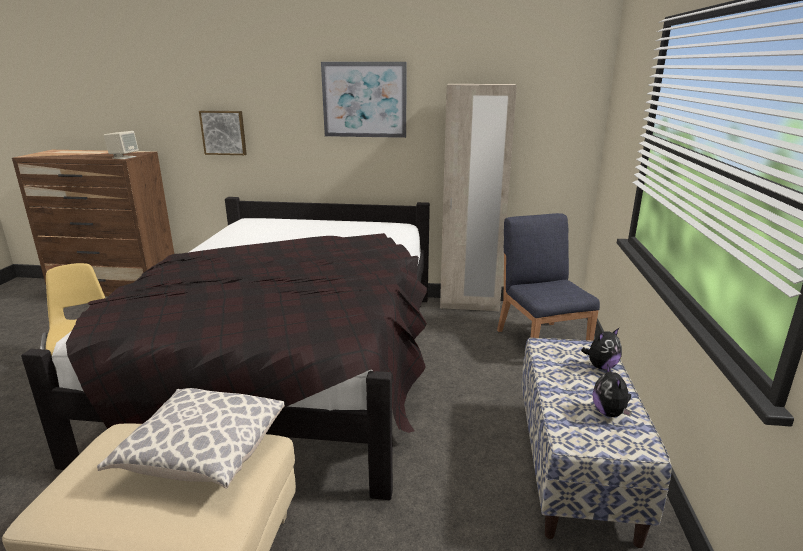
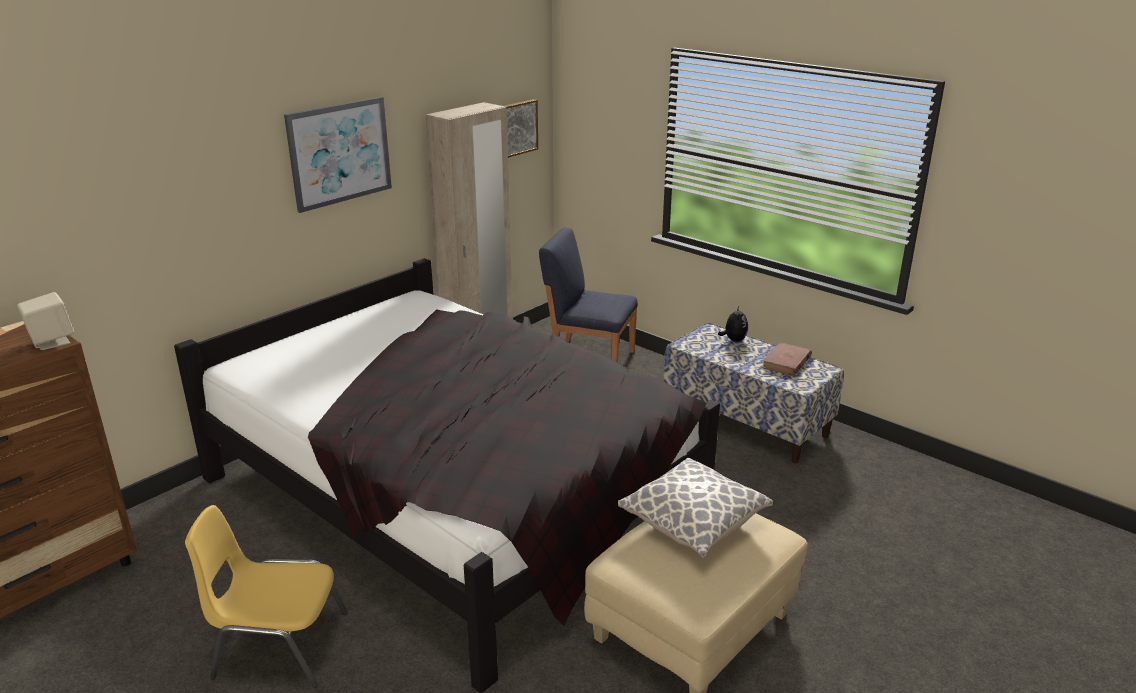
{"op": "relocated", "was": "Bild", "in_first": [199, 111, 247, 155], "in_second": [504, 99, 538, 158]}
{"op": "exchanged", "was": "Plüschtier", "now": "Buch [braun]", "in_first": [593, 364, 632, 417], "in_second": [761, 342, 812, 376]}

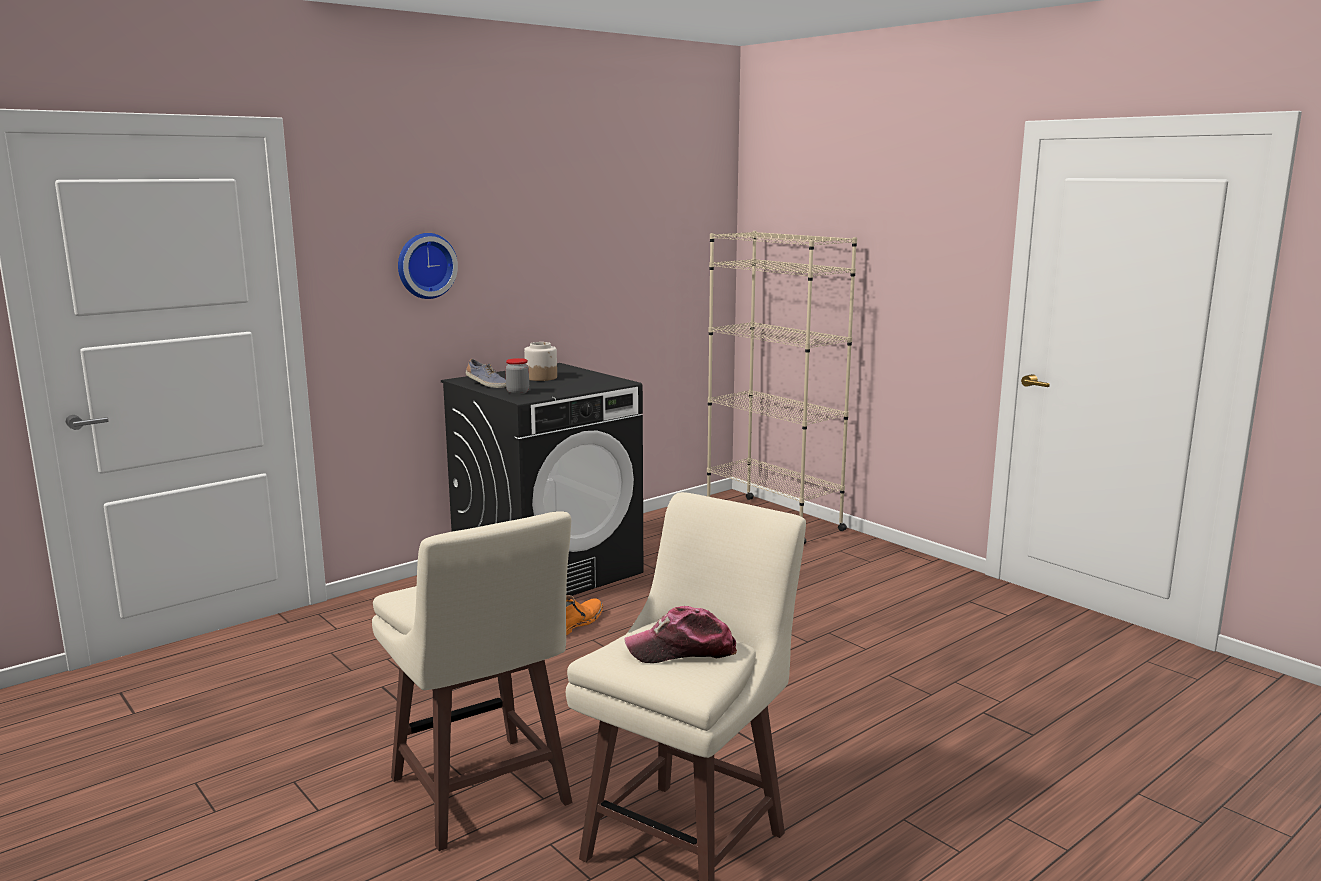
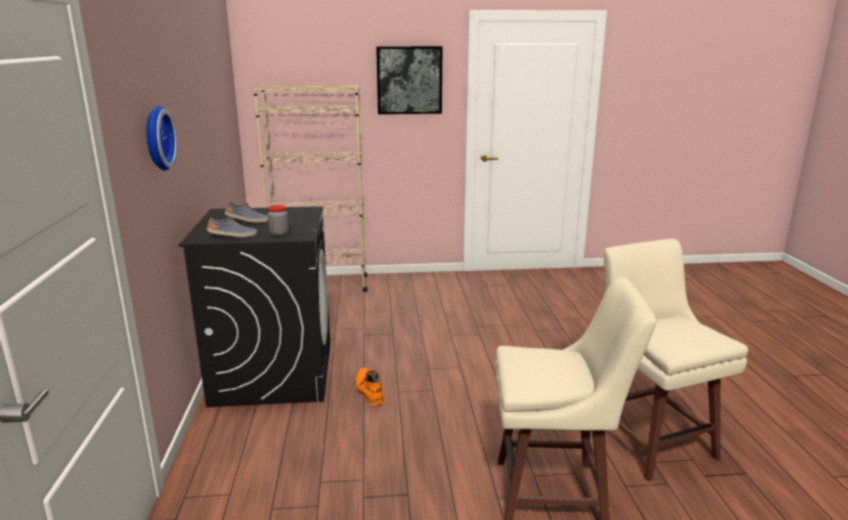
{"op": "exchanged", "was": "Vorratsglas", "now": "Schuh", "in_first": [524, 342, 557, 381], "in_second": [225, 202, 268, 223]}
{"op": "missing", "was": "Kappe", "in_first": [624, 606, 737, 663]}
{"op": "appeared", "now": "Bild", "in_second": [376, 46, 443, 114]}

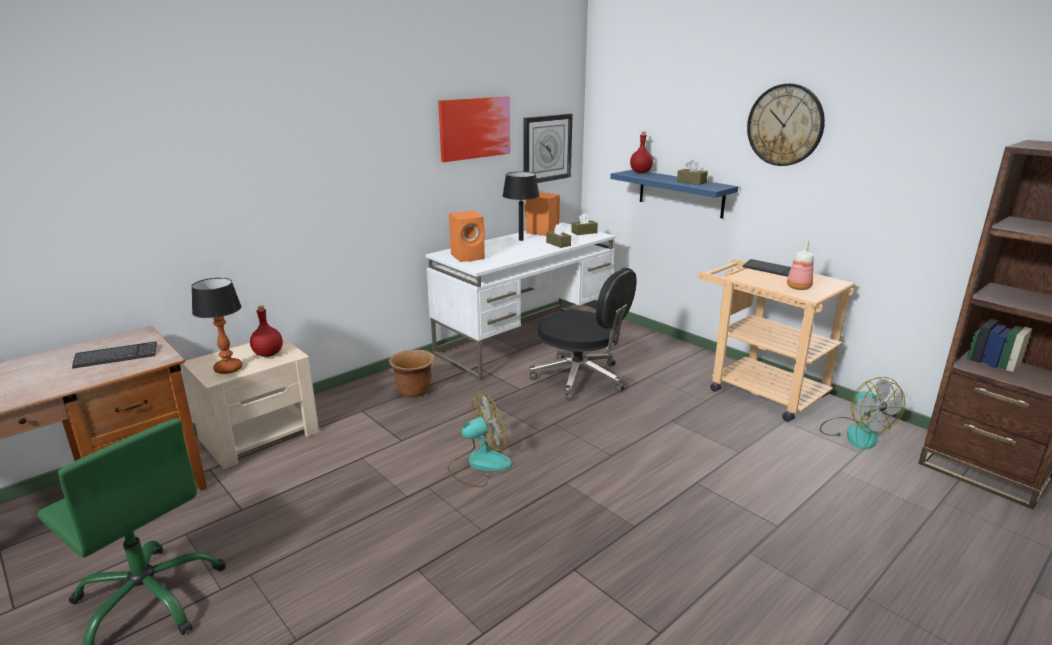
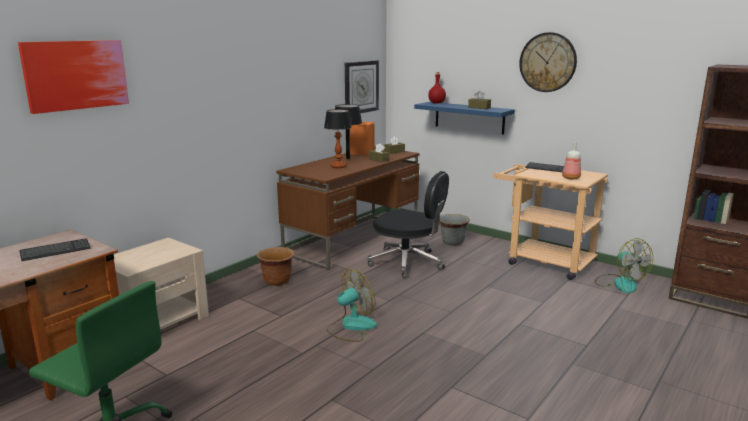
{"op": "relocated", "was": "Tischlampe", "in_first": [191, 278, 243, 374], "in_second": [324, 109, 352, 168]}
{"op": "missing", "was": "Flasche [rot]", "in_first": [250, 305, 283, 357]}
{"op": "colour", "was": "Schreibtisch [weiß]", "now": "Schreibtisch [braun]", "in_first": [426, 222, 615, 380], "in_second": [276, 146, 420, 270]}
{"op": "relocated", "was": "Bild", "in_first": [438, 96, 510, 162], "in_second": [18, 40, 129, 114]}
{"op": "missing", "was": "Lautsprecher [orange]", "in_first": [449, 211, 485, 262]}
{"op": "appeared", "now": "Pflanzkübel [grau]", "in_second": [439, 214, 470, 246]}

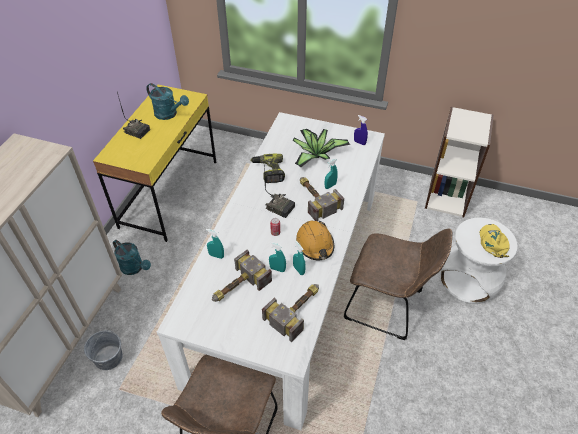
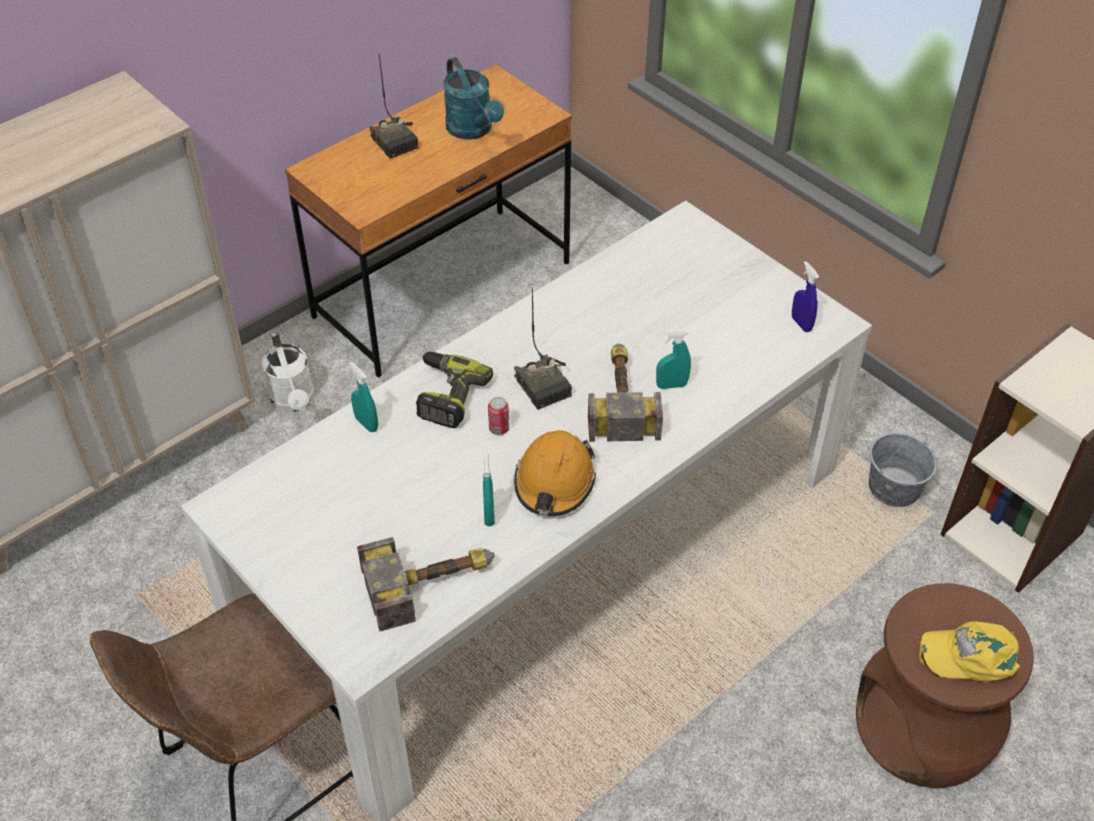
{"op": "relocated", "was": "Eimer [grau]", "in_first": [84, 330, 123, 370], "in_second": [869, 433, 937, 507]}
{"op": "colour", "was": "Schreibtisch [gelb]", "now": "Schreibtisch [braun]", "in_first": [93, 85, 216, 242], "in_second": [285, 64, 572, 378]}
{"op": "colour", "was": "Gießkanne [türkis]", "now": "Gießkanne [weiß]", "in_first": [113, 240, 151, 275], "in_second": [262, 332, 315, 412]}
{"op": "missing", "was": "Hammer", "in_first": [212, 250, 272, 302]}
{"op": "relocated", "was": "Bohrmaschine", "in_first": [250, 154, 285, 183], "in_second": [416, 352, 493, 428]}
{"op": "missing", "was": "Sprühflasche [türkis]", "in_first": [269, 242, 286, 272]}
{"op": "missing", "was": "Topfpflanze", "in_first": [292, 129, 350, 167]}
{"op": "missing", "was": "Stuhl [braun]", "in_first": [344, 229, 452, 340]}
{"op": "colour", "was": "Hocker [weiß]", "now": "Hocker [braun]", "in_first": [441, 218, 518, 304], "in_second": [856, 583, 1034, 788]}
{"op": "spun", "was": "Kappe [gelb]", "in_first": [479, 224, 510, 258], "in_second": [919, 621, 1020, 682], "clockwise": -120}

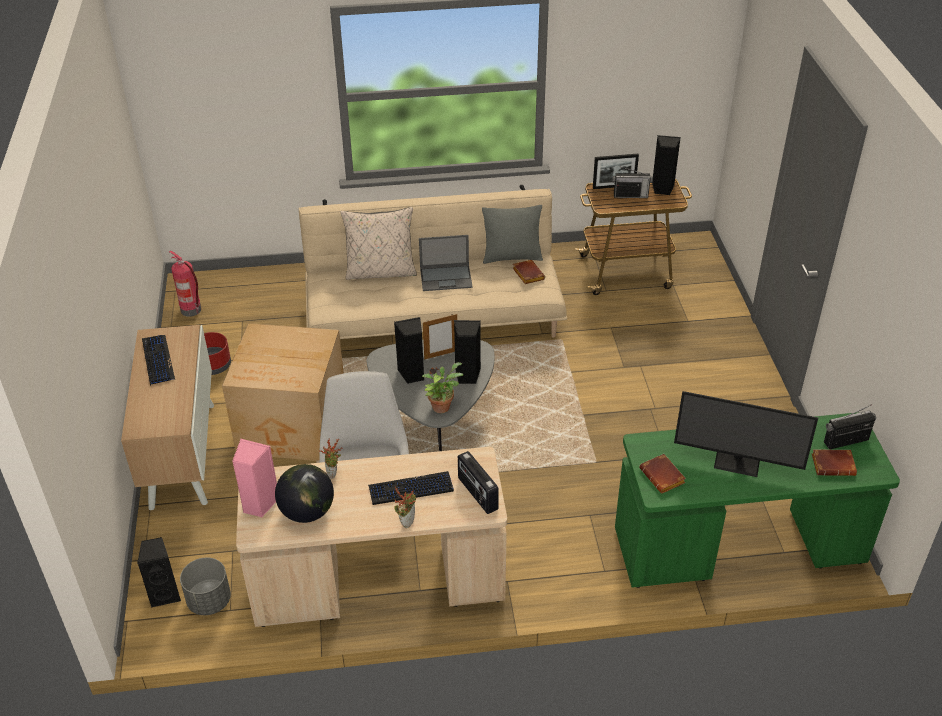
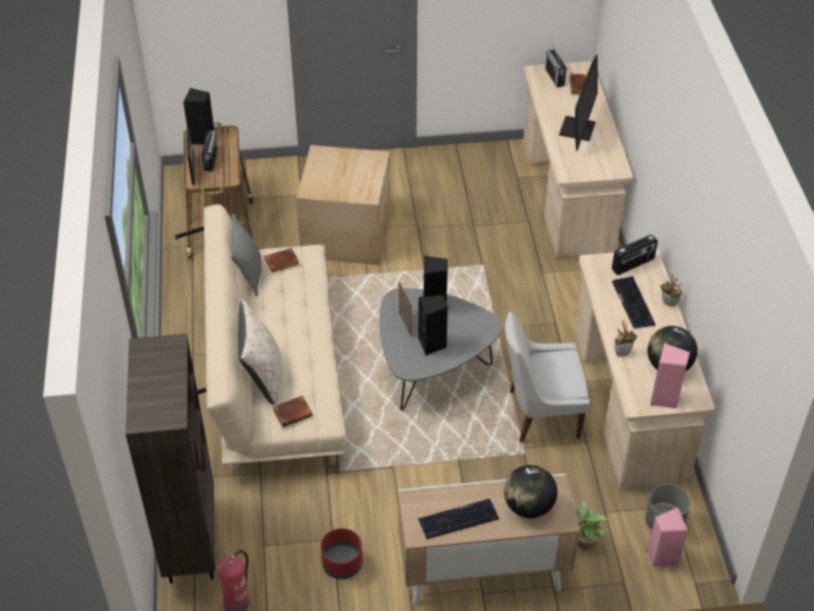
{"op": "colour", "was": "Lautsprecher [schwarz]", "now": "Lautsprecher [rosa]", "in_first": [137, 537, 181, 608], "in_second": [646, 507, 688, 568]}
{"op": "relocated", "was": "Karton", "in_first": [222, 323, 344, 461], "in_second": [296, 145, 391, 265]}
{"op": "missing", "was": "Laptop", "in_first": [419, 235, 473, 291]}
{"op": "relocated", "was": "Topfpflanze", "in_first": [422, 362, 463, 413], "in_second": [573, 501, 609, 550]}
{"op": "colour", "was": "Schreibtisch [grün]", "now": "Schreibtisch [beige]", "in_first": [615, 412, 900, 588], "in_second": [523, 61, 633, 257]}
{"op": "relocated", "was": "Buch [braun]", "in_first": [639, 454, 686, 494], "in_second": [273, 395, 313, 427]}
{"op": "appeared", "now": "Bücherregal [braun]", "in_second": [125, 334, 215, 584]}
{"op": "appeared", "now": "Globus", "in_second": [504, 465, 557, 519]}

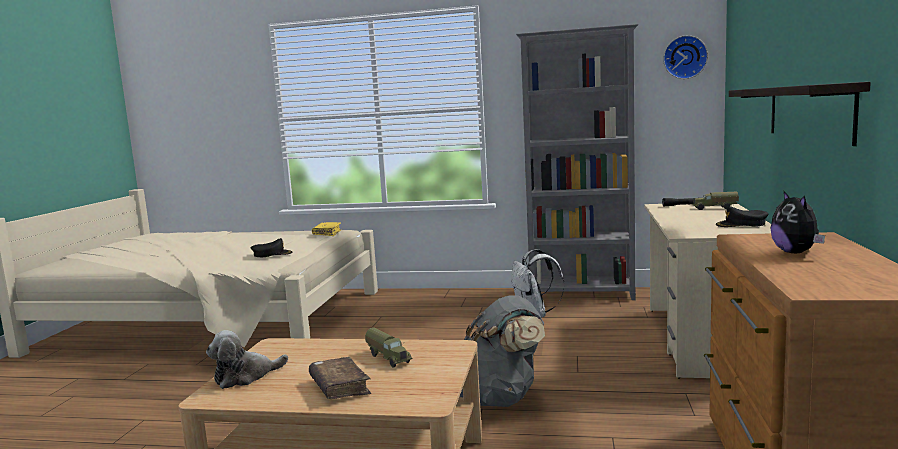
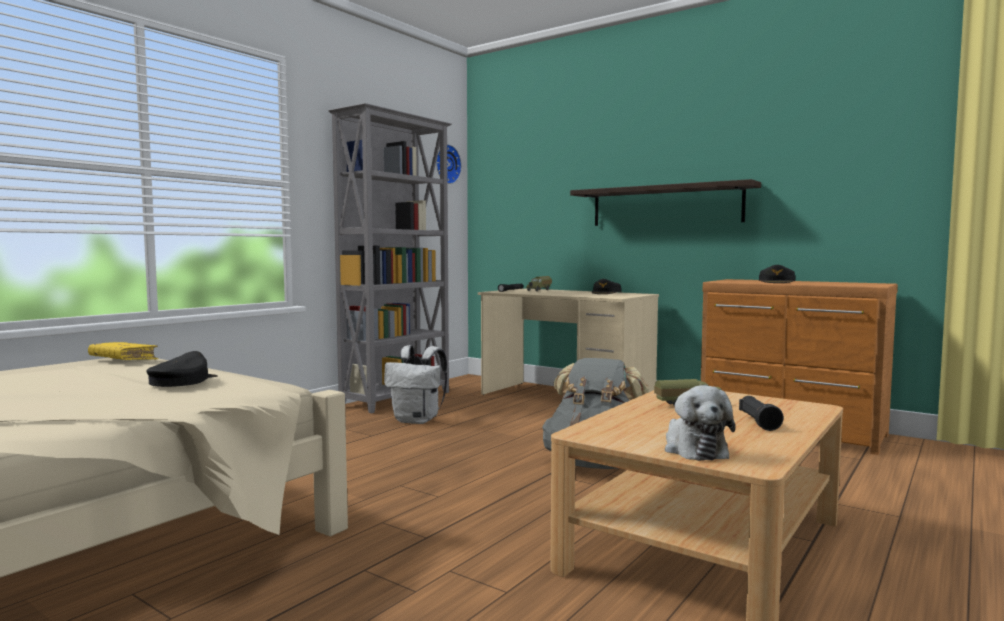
{"op": "exchanged", "was": "Buch [braun]", "now": "Taschenlampe [schwarz]", "in_first": [309, 357, 371, 399], "in_second": [739, 396, 784, 431]}
{"op": "exchanged", "was": "Plüschtier", "now": "Kappe [schwarz]", "in_first": [771, 192, 825, 253], "in_second": [759, 265, 795, 283]}

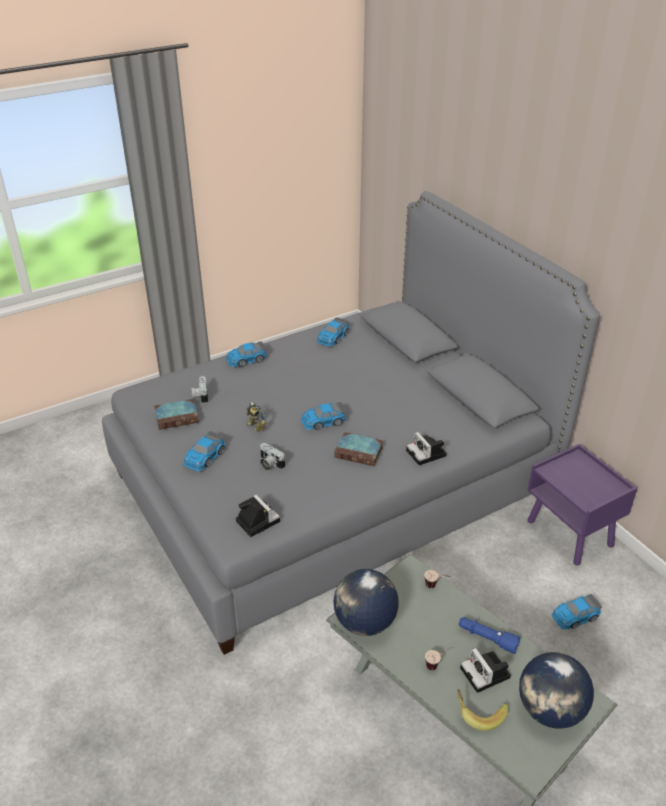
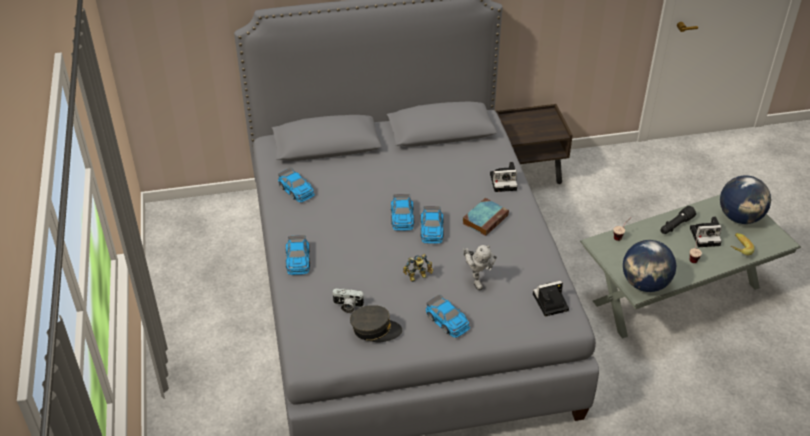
{"op": "exchanged", "was": "Buch", "now": "Kappe [grau]", "in_first": [154, 399, 199, 430], "in_second": [350, 305, 402, 342]}
{"op": "exchanged", "was": "Kamera", "now": "Spielzeugroboter", "in_first": [260, 443, 285, 470], "in_second": [463, 245, 497, 290]}
{"op": "colour", "was": "Taschenlampe [blau]", "now": "Taschenlampe [schwarz]", "in_first": [459, 617, 521, 654], "in_second": [661, 206, 696, 234]}
{"op": "colour", "was": "Nachttisch [lila]", "now": "Nachttisch [braun]", "in_first": [528, 444, 638, 566], "in_second": [496, 104, 573, 184]}
{"op": "relocated", "was": "Spielzeugauto", "in_first": [552, 594, 602, 630], "in_second": [391, 194, 414, 231]}

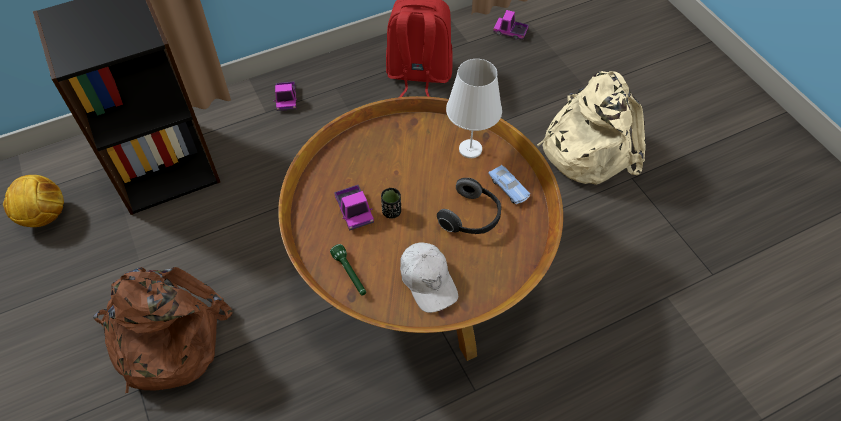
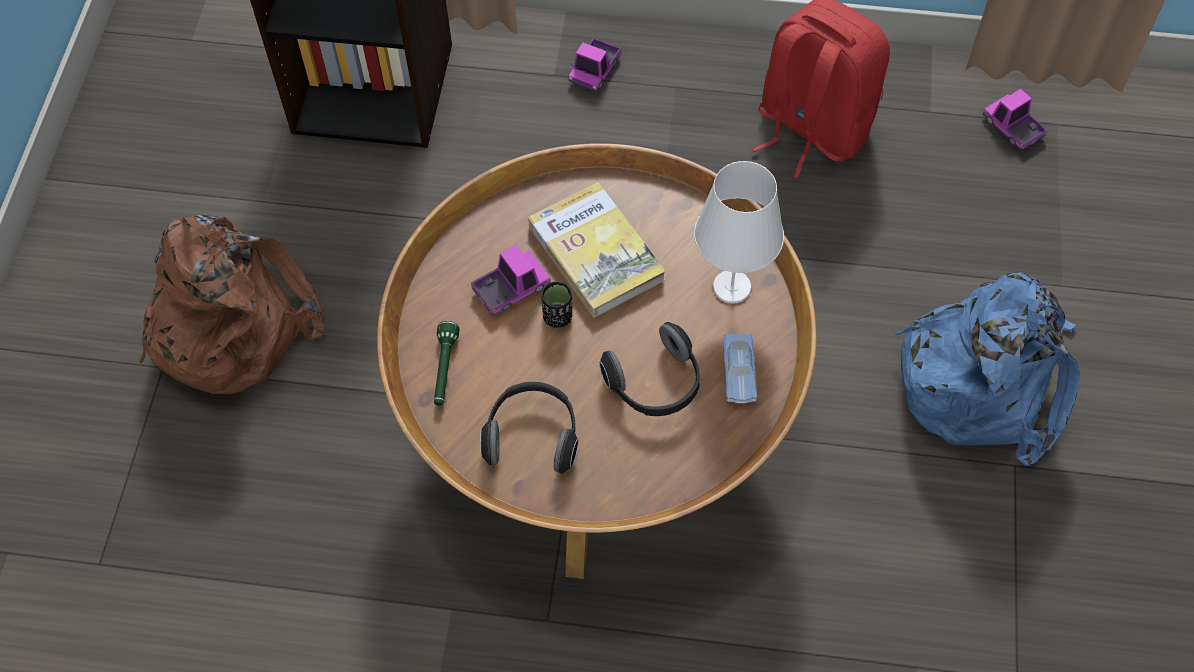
{"op": "missing", "was": "Fußball", "in_first": [3, 175, 64, 227]}
{"op": "spun", "was": "Spielzeuglaster", "in_first": [334, 185, 374, 231], "in_second": [471, 245, 551, 316], "clockwise": -135}
{"op": "exchanged", "was": "Kappe [weiß]", "now": "Kopfhörer", "in_first": [400, 242, 458, 313], "in_second": [480, 382, 579, 474]}
{"op": "colour", "was": "Rucksack [beige]", "now": "Rucksack [blau]", "in_first": [537, 70, 646, 185], "in_second": [895, 272, 1080, 466]}
{"op": "appeared", "now": "Buch", "in_second": [528, 182, 666, 318]}

